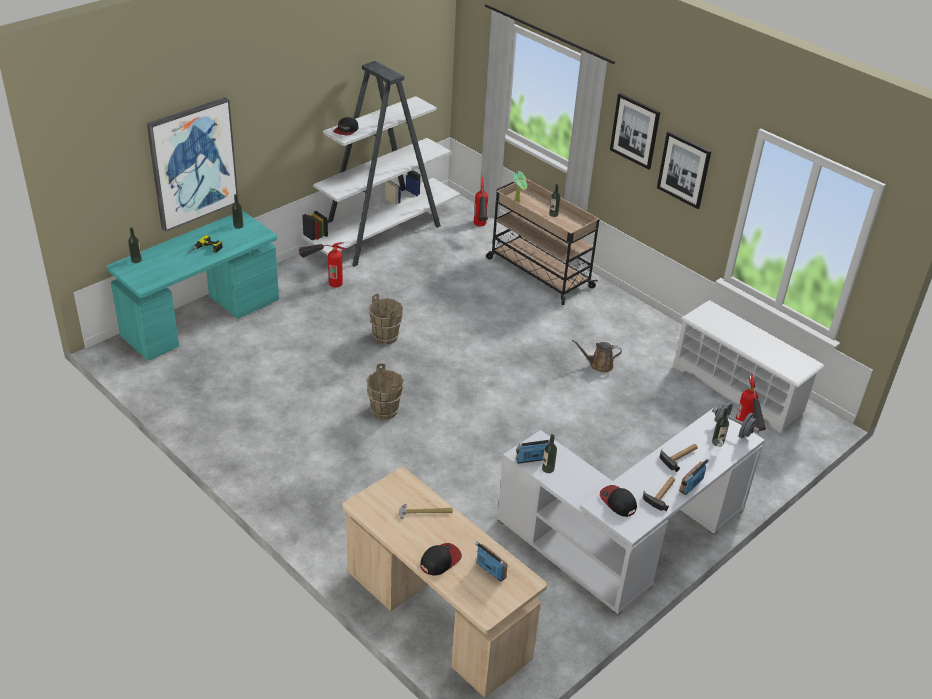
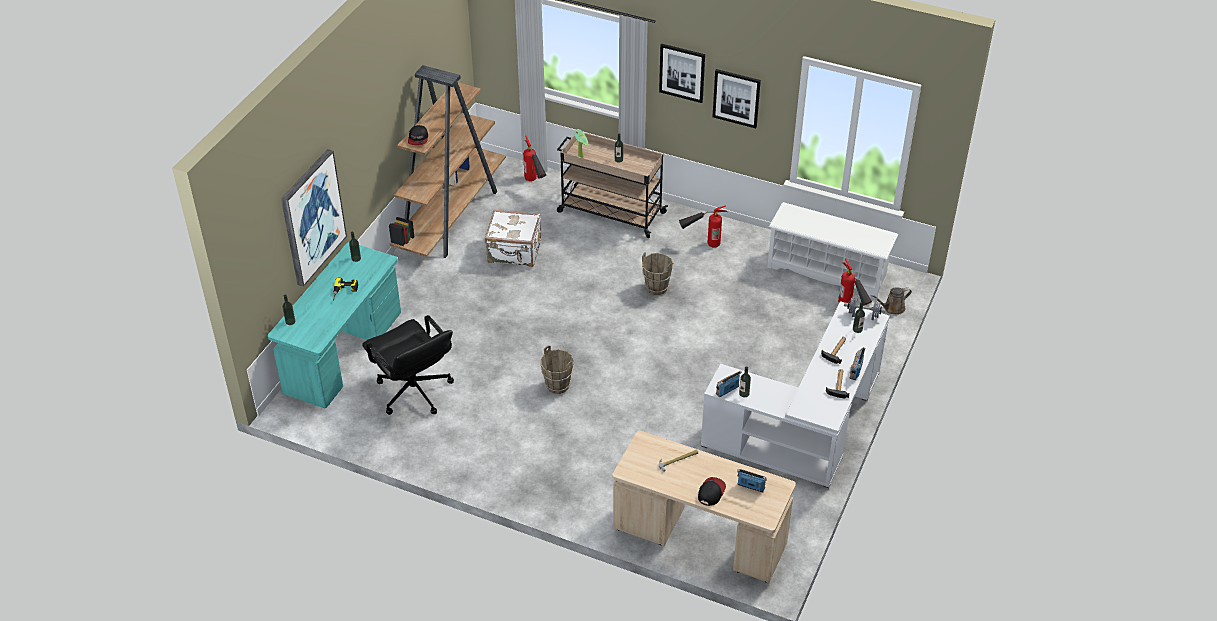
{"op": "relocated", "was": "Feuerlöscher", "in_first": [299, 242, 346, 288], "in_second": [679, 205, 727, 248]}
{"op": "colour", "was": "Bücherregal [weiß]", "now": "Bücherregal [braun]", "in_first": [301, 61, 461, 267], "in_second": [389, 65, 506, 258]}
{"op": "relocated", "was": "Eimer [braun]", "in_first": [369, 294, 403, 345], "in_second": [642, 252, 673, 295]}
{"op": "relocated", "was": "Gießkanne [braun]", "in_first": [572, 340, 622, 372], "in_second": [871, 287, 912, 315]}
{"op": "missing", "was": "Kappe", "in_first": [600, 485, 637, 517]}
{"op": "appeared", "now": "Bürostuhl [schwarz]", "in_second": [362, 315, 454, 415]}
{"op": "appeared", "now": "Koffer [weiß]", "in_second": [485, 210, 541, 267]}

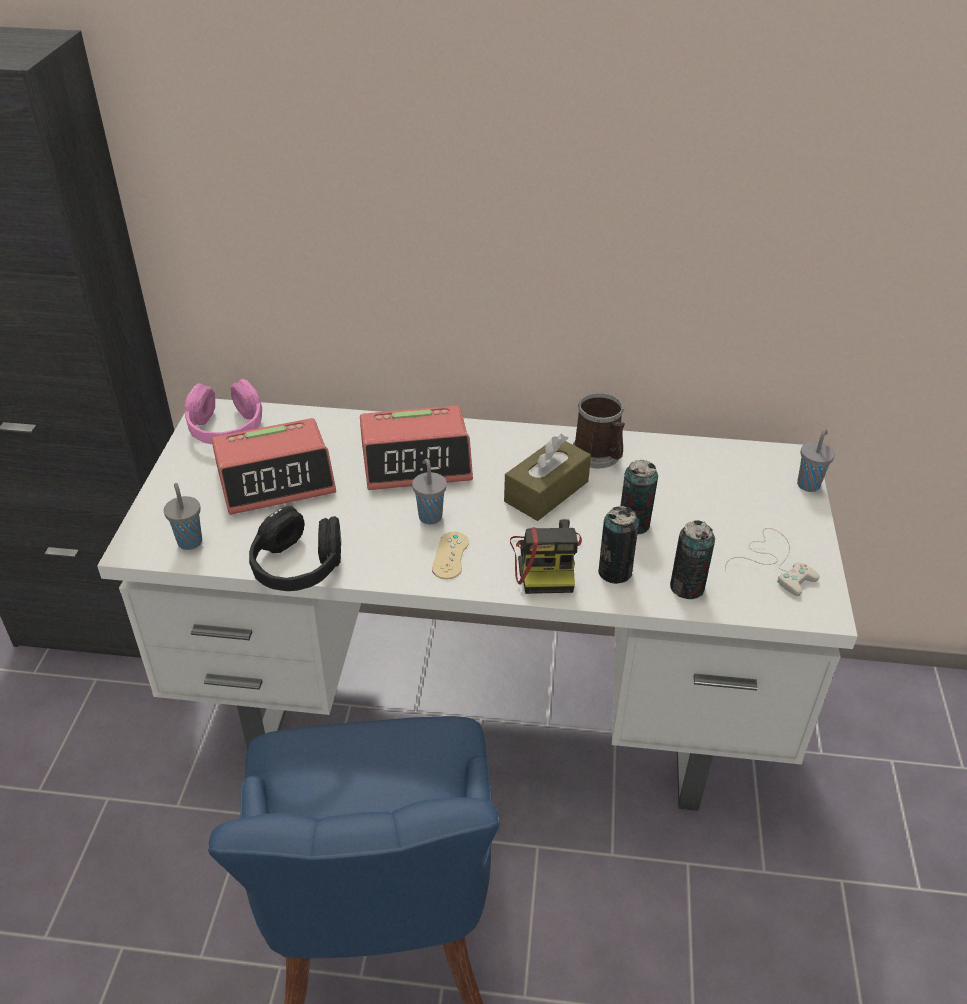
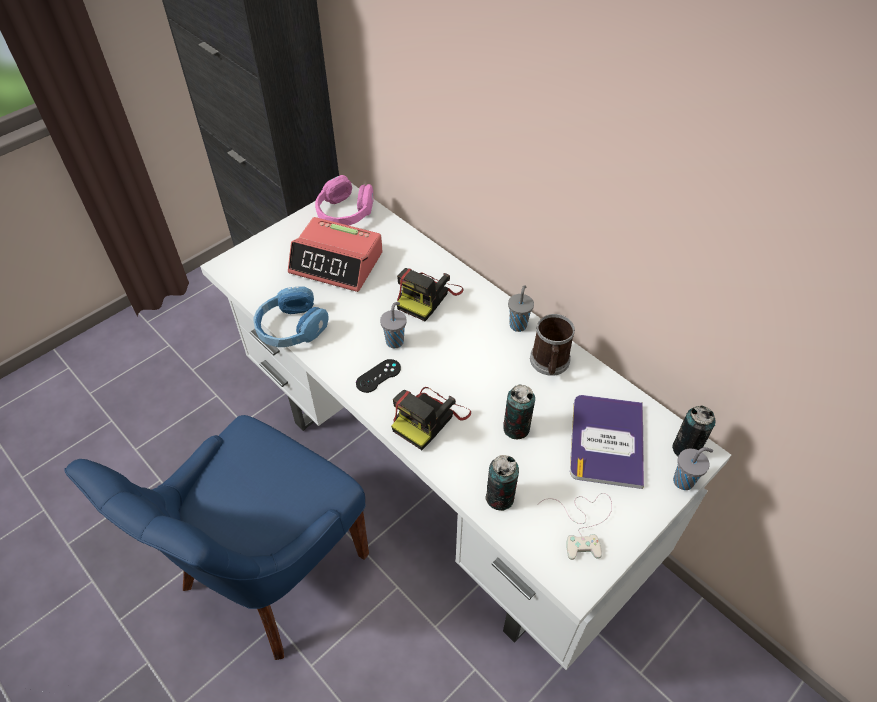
{"op": "relocated", "was": "Tasse [grau]", "in_first": [164, 483, 202, 550], "in_second": [508, 286, 534, 332]}
{"op": "colour", "was": "Kopfhörer [schwarz]", "now": "Kopfhörer [blau]", "in_first": [249, 506, 341, 591], "in_second": [253, 286, 328, 347]}
{"op": "exchanged", "was": "Wecker", "now": "Kamera", "in_first": [360, 405, 473, 490], "in_second": [397, 268, 463, 321]}
{"op": "colour", "was": "Gamepad [beige]", "now": "Gamepad [schwarz]", "in_first": [432, 532, 469, 579], "in_second": [356, 359, 401, 393]}
{"op": "missing", "was": "Taschentuchbox [braun]", "in_first": [504, 434, 591, 521]}
{"op": "relocated", "was": "Dose", "in_first": [598, 506, 639, 584], "in_second": [672, 405, 716, 456]}
{"op": "appeared", "now": "Buch", "in_second": [570, 395, 644, 489]}

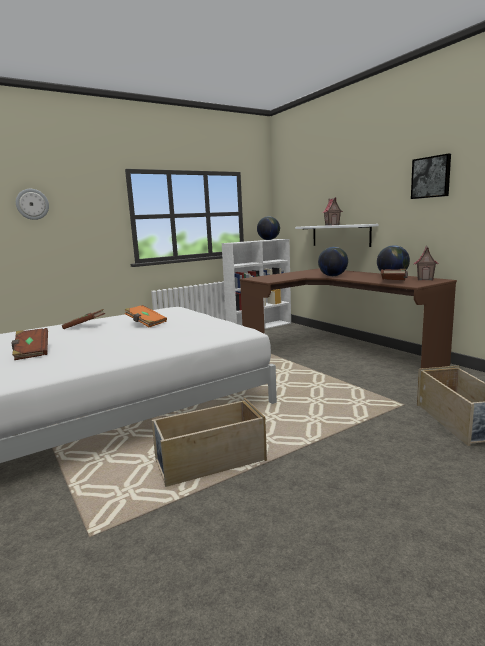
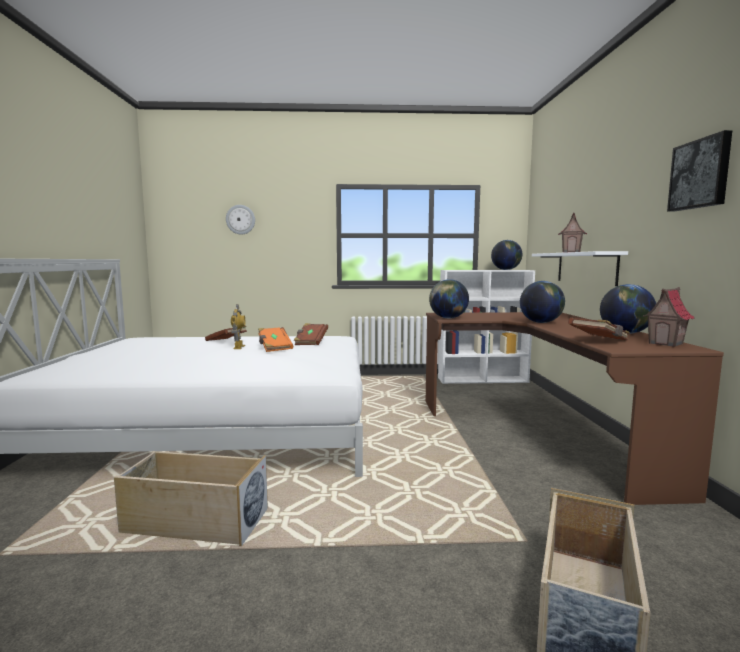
{"op": "relocated", "was": "Buch [braun]", "in_first": [12, 328, 48, 360], "in_second": [294, 323, 328, 345]}
{"op": "appeared", "now": "Spielzeugroboter", "in_second": [231, 304, 245, 349]}
{"op": "appeared", "now": "Globus", "in_second": [429, 279, 469, 318]}

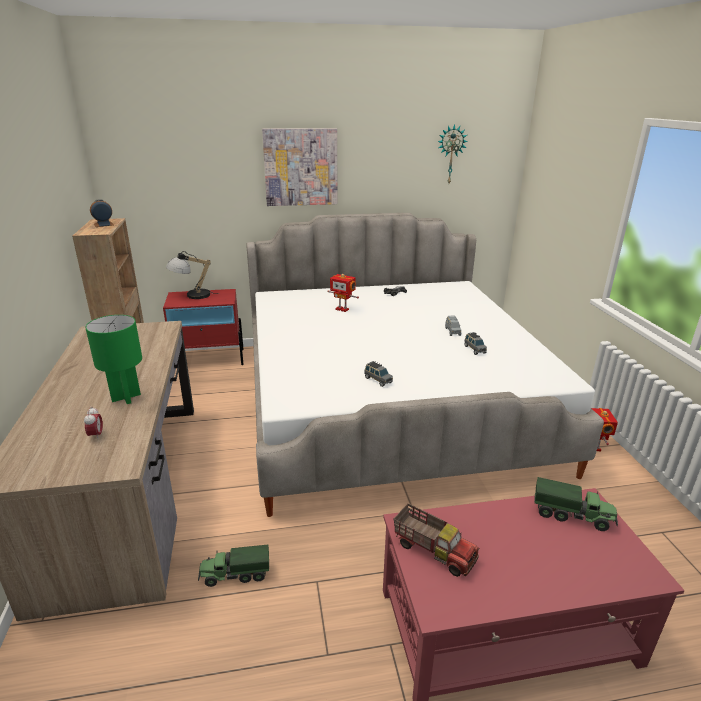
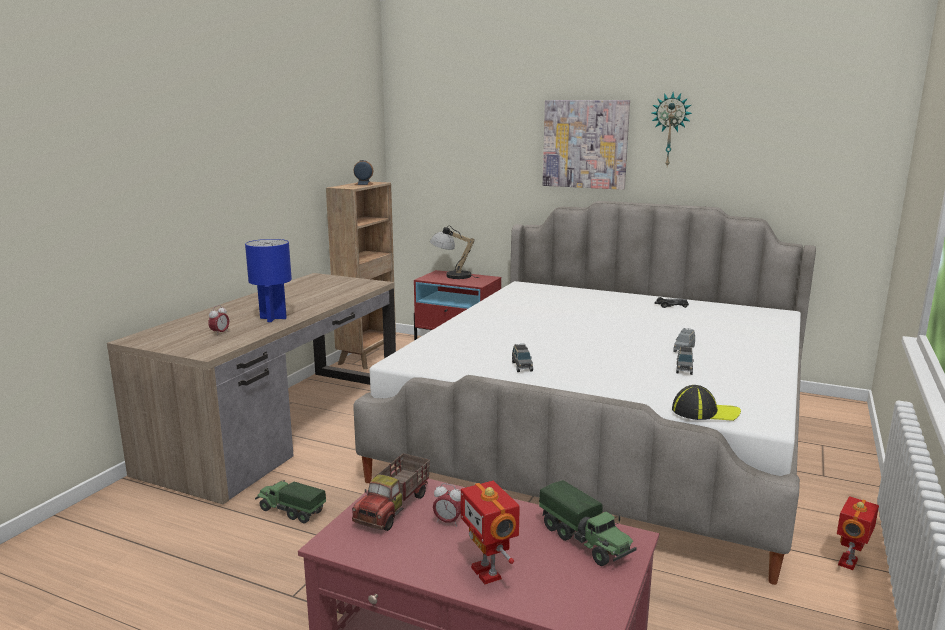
{"op": "colour", "was": "Tischlampe [grün]", "now": "Tischlampe [blau]", "in_first": [85, 315, 142, 404], "in_second": [245, 239, 292, 322]}
{"op": "relocated", "was": "Spielzeugroboter", "in_first": [327, 274, 359, 312], "in_second": [461, 481, 520, 585]}
{"op": "spun", "was": "Spielzeuglaster", "in_first": [394, 503, 480, 577], "in_second": [352, 453, 430, 531], "clockwise": 45}
{"op": "relocated", "was": "Wanduhr", "in_first": [438, 124, 468, 183], "in_second": [652, 92, 692, 166]}
{"op": "appeared", "now": "Wecker", "in_second": [433, 483, 461, 527]}
{"op": "appeared", "now": "Kappe", "in_second": [672, 385, 741, 421]}

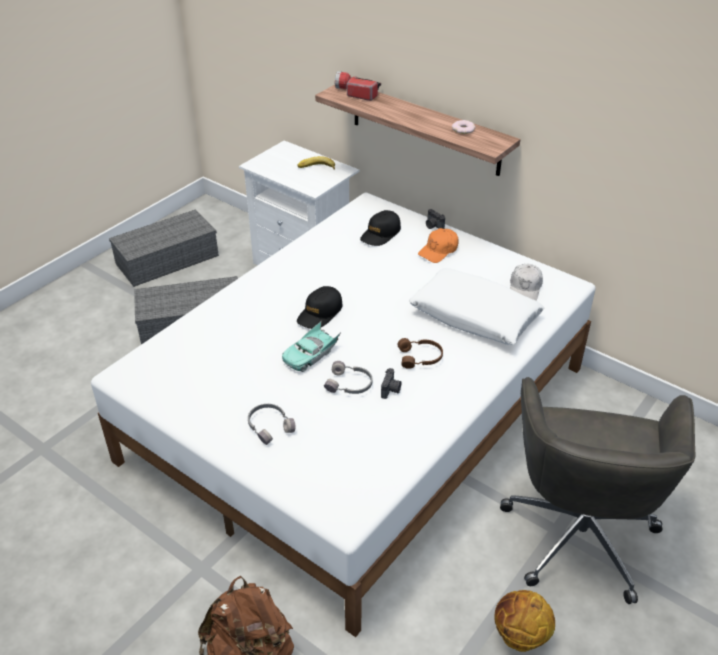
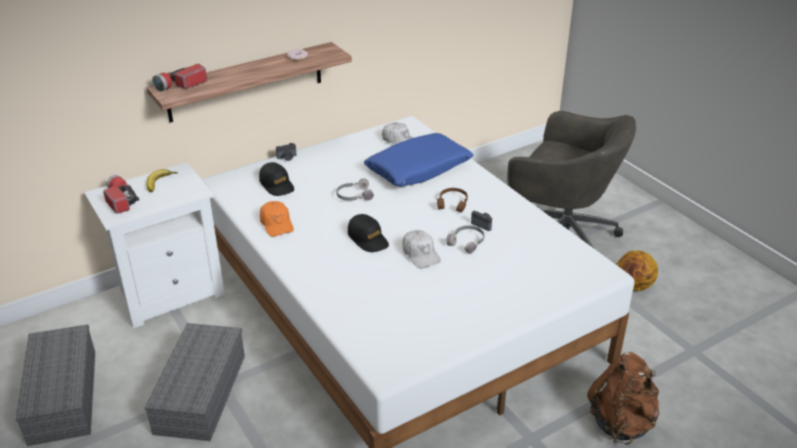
{"op": "relocated", "was": "Kopfhörer [grau]", "in_first": [248, 404, 295, 445], "in_second": [336, 178, 374, 201]}
{"op": "exchanged", "was": "Spielzeugauto [türkis]", "now": "Kappe [weiß]", "in_first": [282, 321, 341, 372], "in_second": [402, 230, 441, 268]}
{"op": "colour", "was": "Kissen [weiß]", "now": "Kissen [blau]", "in_first": [409, 268, 545, 345], "in_second": [364, 133, 473, 187]}
{"op": "relocated", "was": "Kappe [orange]", "in_first": [418, 228, 459, 263], "in_second": [260, 201, 294, 237]}
{"op": "appeared", "now": "Taschenlampe", "in_second": [103, 175, 139, 214]}

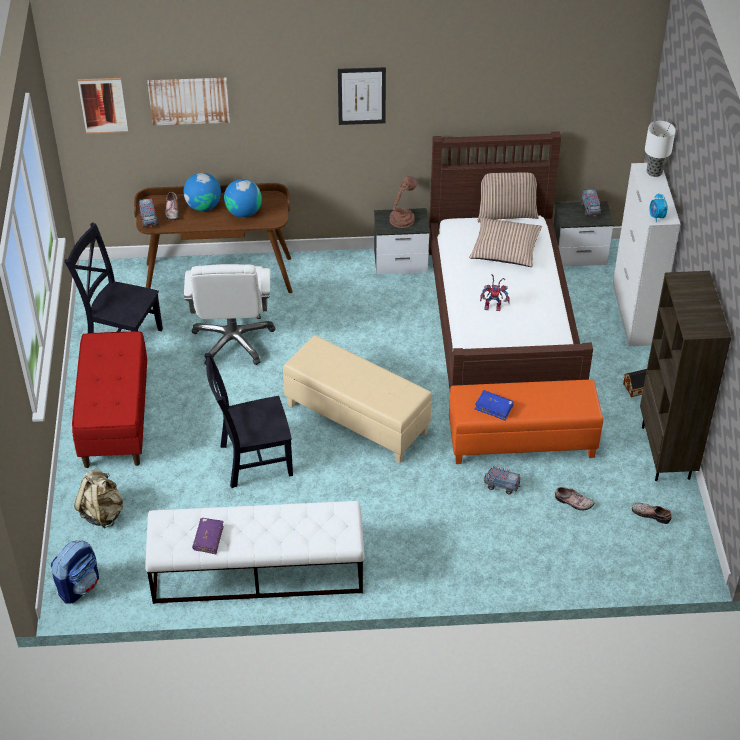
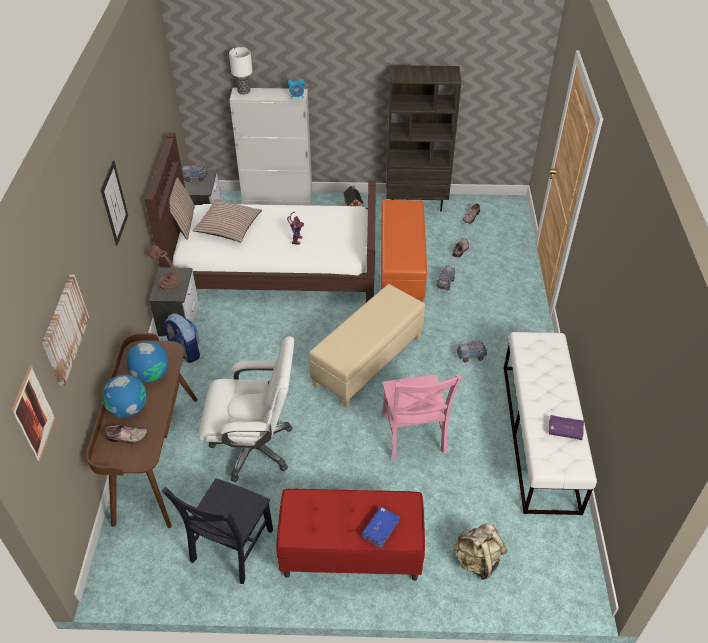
{"op": "relocated", "was": "Rucksack", "in_first": [51, 541, 99, 604], "in_second": [164, 313, 200, 363]}
{"op": "relocated", "was": "Spielzeuglaster", "in_first": [139, 197, 158, 228], "in_second": [457, 340, 487, 362]}
{"op": "colour", "was": "Stuhl [schwarz]", "now": "Stuhl [rosa]", "in_first": [205, 353, 293, 488], "in_second": [382, 374, 462, 461]}
{"op": "relocated", "was": "Buch [blau]", "in_first": [475, 390, 514, 421], "in_second": [361, 507, 400, 549]}

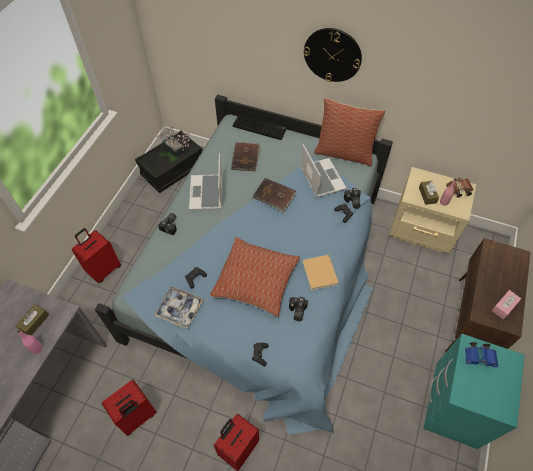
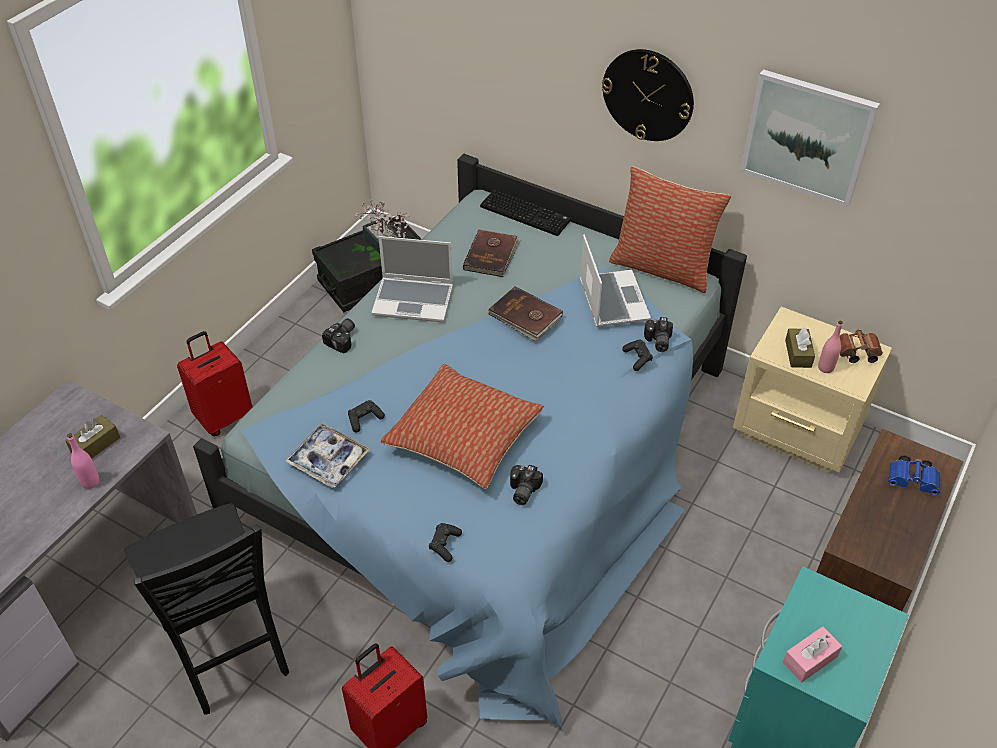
{"op": "exchanged", "was": "Koffer [rot]", "now": "Stuhl [schwarz]", "in_first": [102, 380, 156, 436], "in_second": [124, 503, 289, 715]}
{"op": "spun", "was": "Laptop", "in_first": [189, 153, 223, 210], "in_second": [371, 236, 453, 322], "clockwise": -90}
{"op": "missing", "was": "Buch [beige]", "in_first": [303, 255, 339, 290]}
{"op": "relocated", "was": "Fernglas [blau]", "in_first": [465, 342, 498, 368], "in_second": [888, 455, 940, 495]}
{"op": "relocated", "was": "Taschentuchbox [rosa]", "in_first": [492, 290, 521, 319], "in_second": [783, 626, 842, 682]}
{"op": "appeared", "now": "Bild", "in_second": [740, 69, 880, 207]}

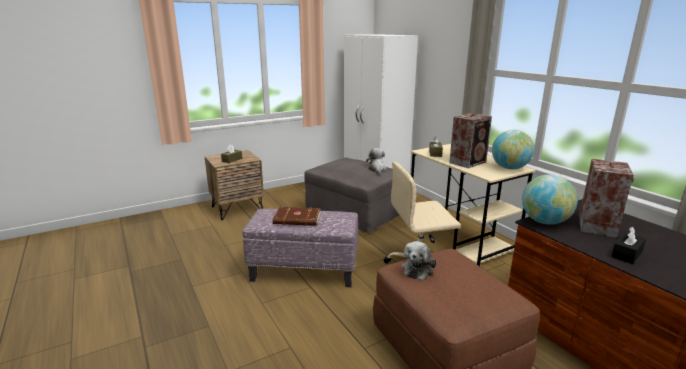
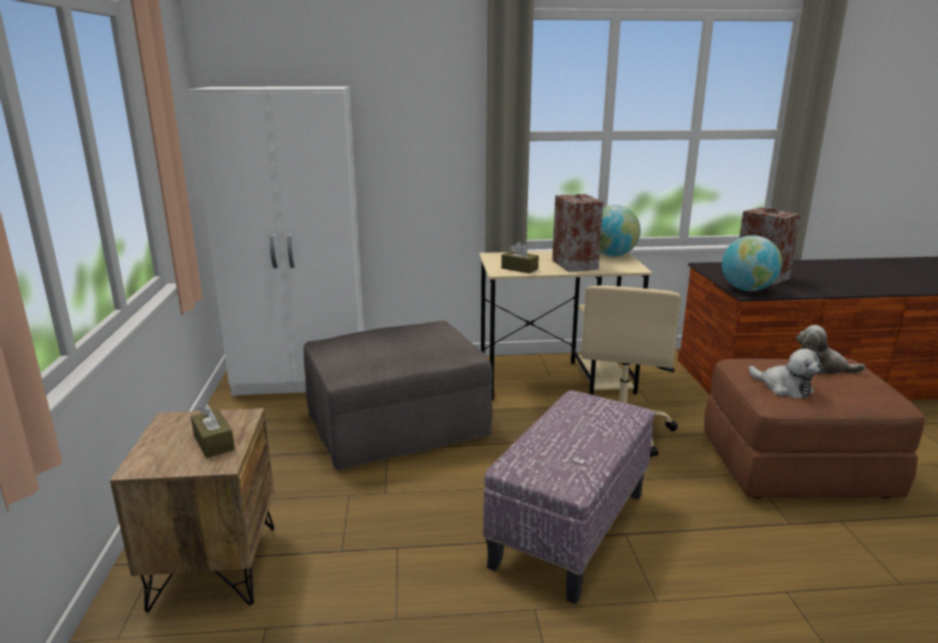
{"op": "missing", "was": "Buch [braun]", "in_first": [273, 207, 321, 226]}
{"op": "relocated", "was": "Plüschtier", "in_first": [366, 148, 387, 174], "in_second": [796, 325, 866, 374]}
{"op": "missing", "was": "Taschentuchbox [schwarz]", "in_first": [611, 227, 646, 264]}

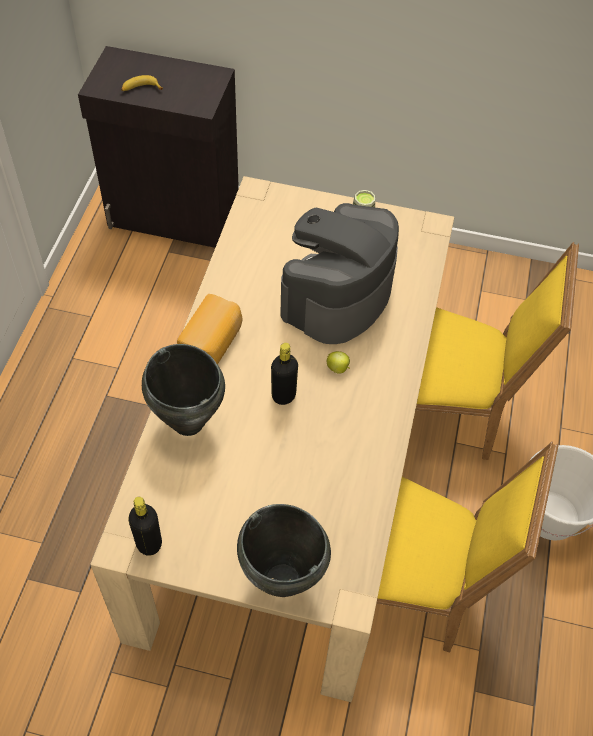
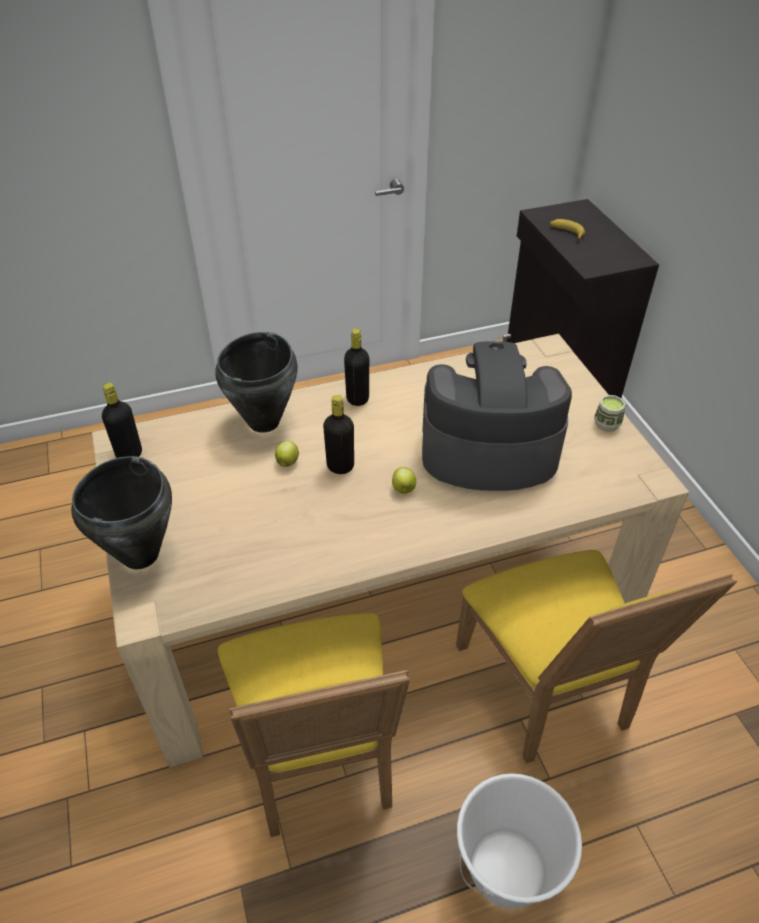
{"op": "exchanged", "was": "Brot", "now": "Flasche [schwarz]", "in_first": [177, 294, 242, 364], "in_second": [344, 328, 369, 406]}
{"op": "appeared", "now": "Apfel", "in_second": [275, 441, 299, 467]}

